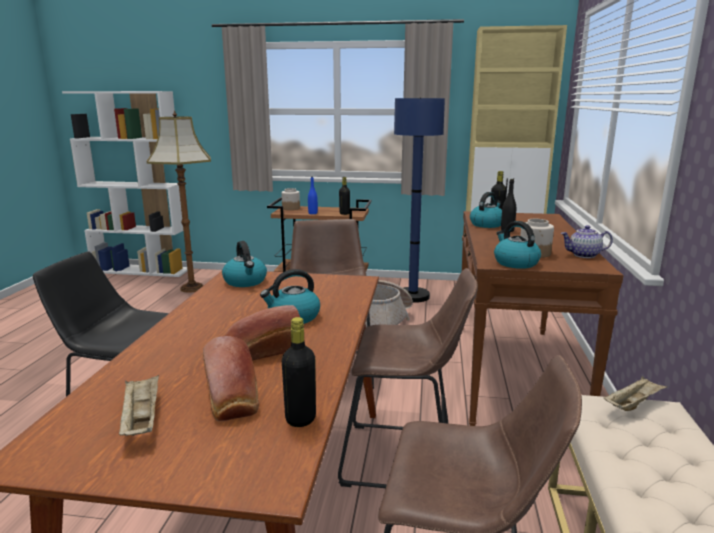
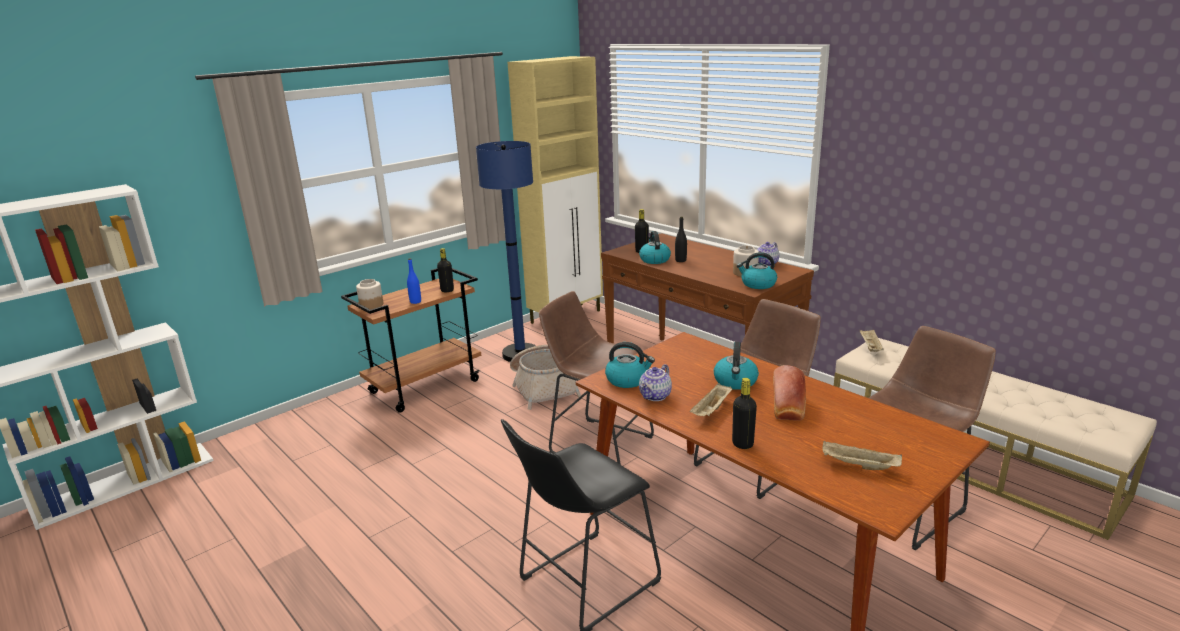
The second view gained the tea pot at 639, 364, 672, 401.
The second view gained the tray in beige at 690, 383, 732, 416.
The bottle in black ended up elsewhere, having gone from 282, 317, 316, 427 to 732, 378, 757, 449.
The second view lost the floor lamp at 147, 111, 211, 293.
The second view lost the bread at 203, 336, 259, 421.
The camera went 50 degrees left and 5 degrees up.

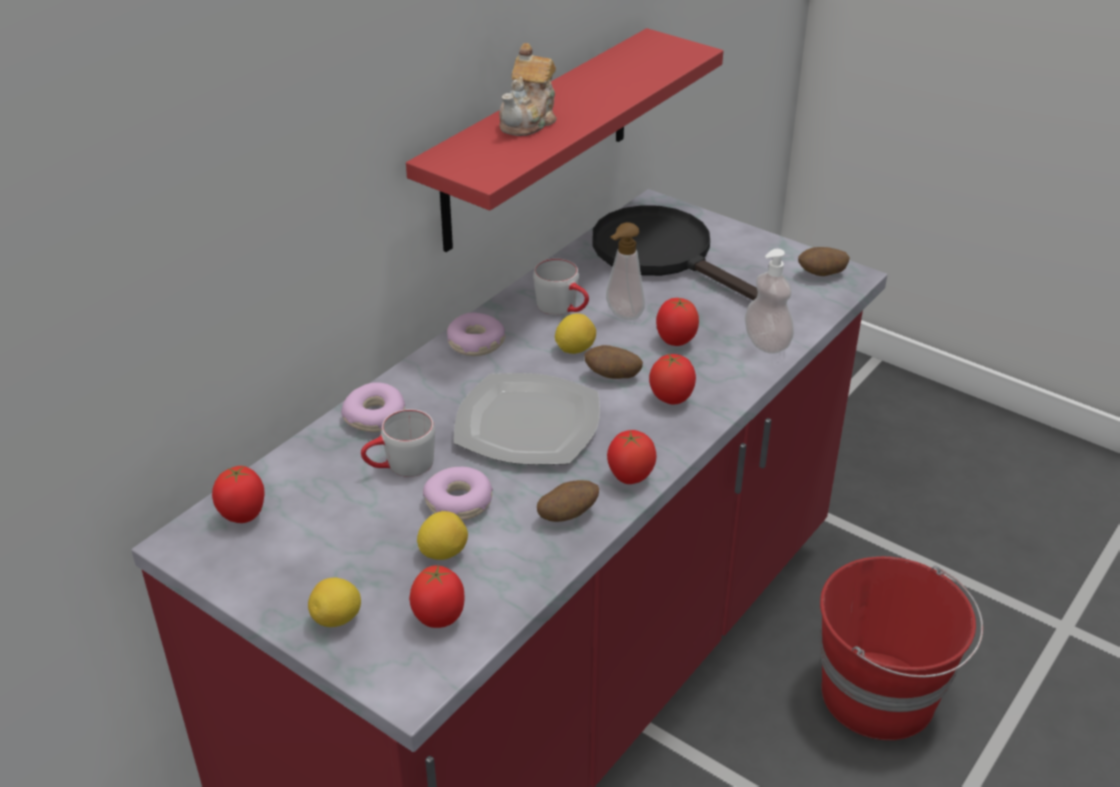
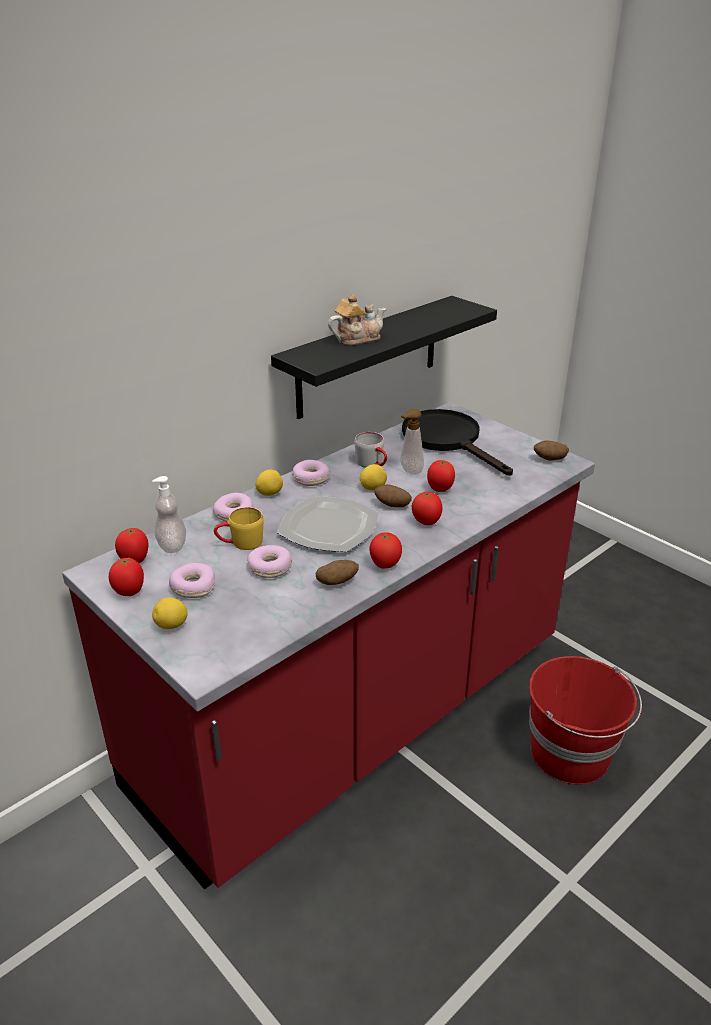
The tomato ended up elsewhere, having gone from 409, 565, 464, 628 to 109, 558, 144, 596.
The soap dispenser ended up elsewhere, having gone from 745, 249, 794, 354 to 152, 476, 186, 553.
The second view gained the ring doughnut at 169, 563, 215, 598.
What was the tea mug in gray at 361, 409, 435, 477 turned into the tea mug in yellow-coloured at 214, 507, 264, 550.
The whole lemon ended up elsewhere, having gone from 417, 511, 468, 560 to 255, 470, 283, 496.
What was the shelf in red at 406, 28, 723, 252 turned into the shelf in black at 271, 296, 497, 419.
The tea pot at 499, 43, 557, 136 ended up facing another way, 150 degrees counterclockwise from before.
The camera went 10 degrees right and 5 degrees down.

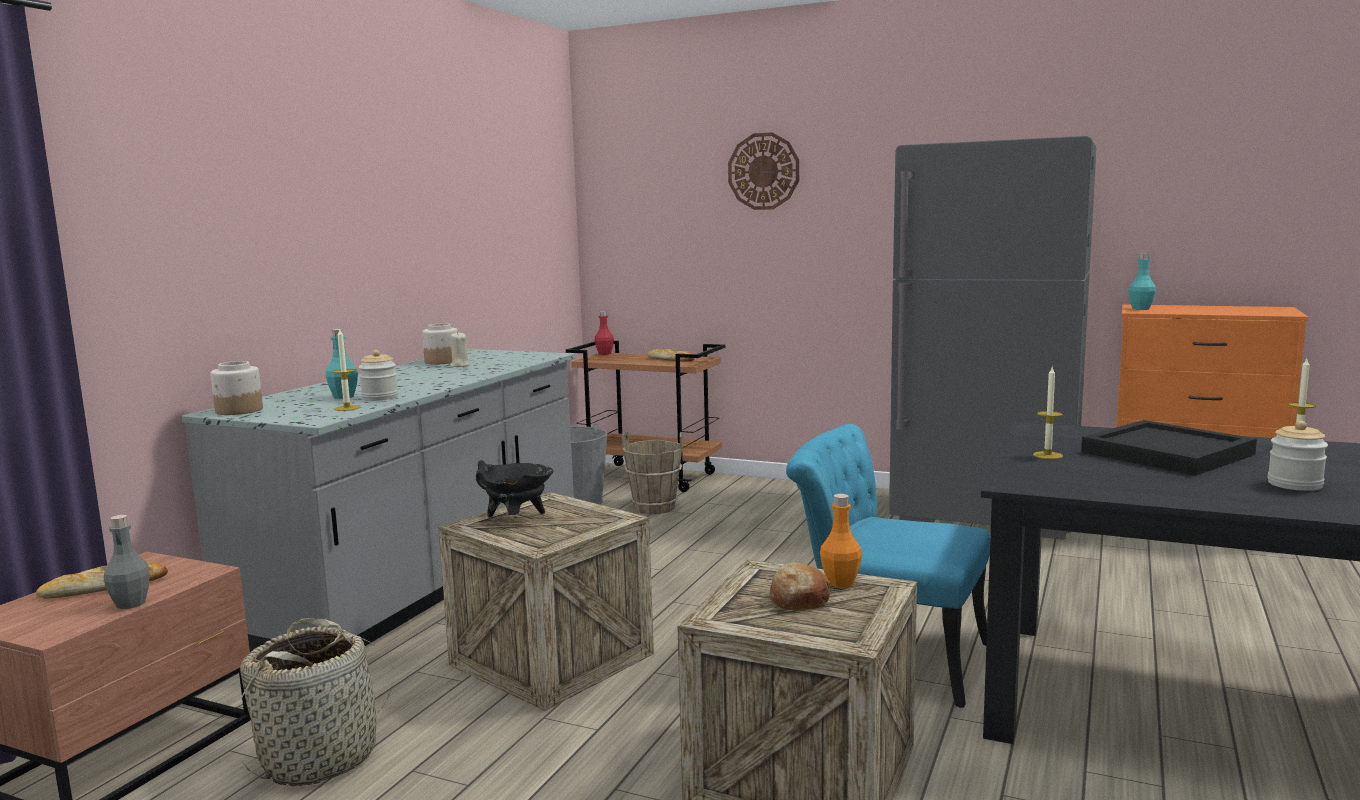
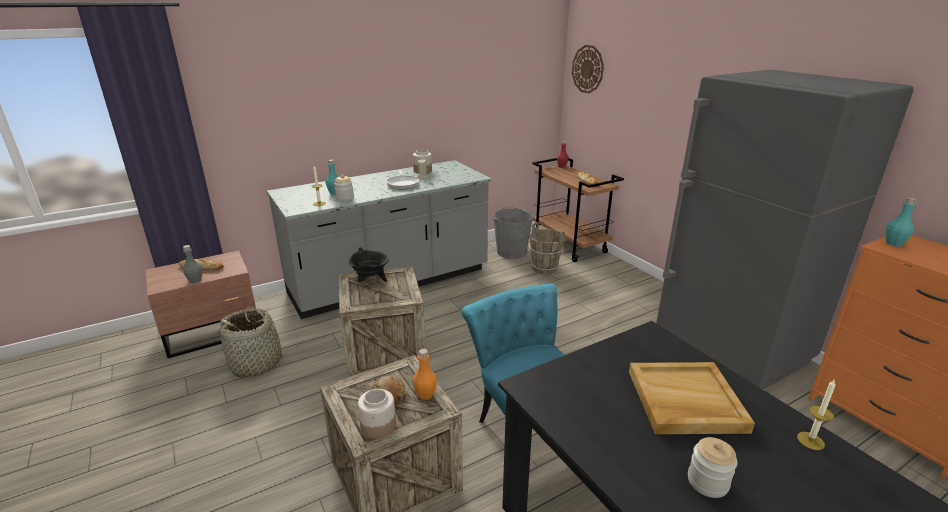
The jar ended up elsewhere, having gone from 210, 361, 263, 415 to 358, 389, 396, 439.
The second view gained the pan at 386, 170, 419, 189.
The clock on the wall ended up elsewhere, having gone from 728, 132, 799, 210 to 572, 45, 604, 94.
What was the tray in black at 1081, 420, 1257, 476 turned into the tray in beige at 629, 362, 755, 434.
The second view lost the wax light at 1033, 367, 1063, 459.
The camera went 35 degrees right and 15 degrees up.

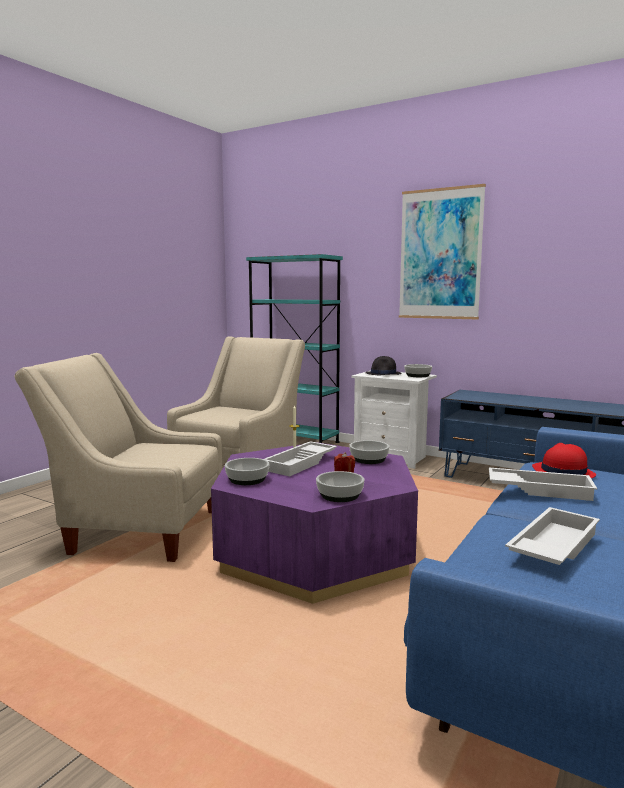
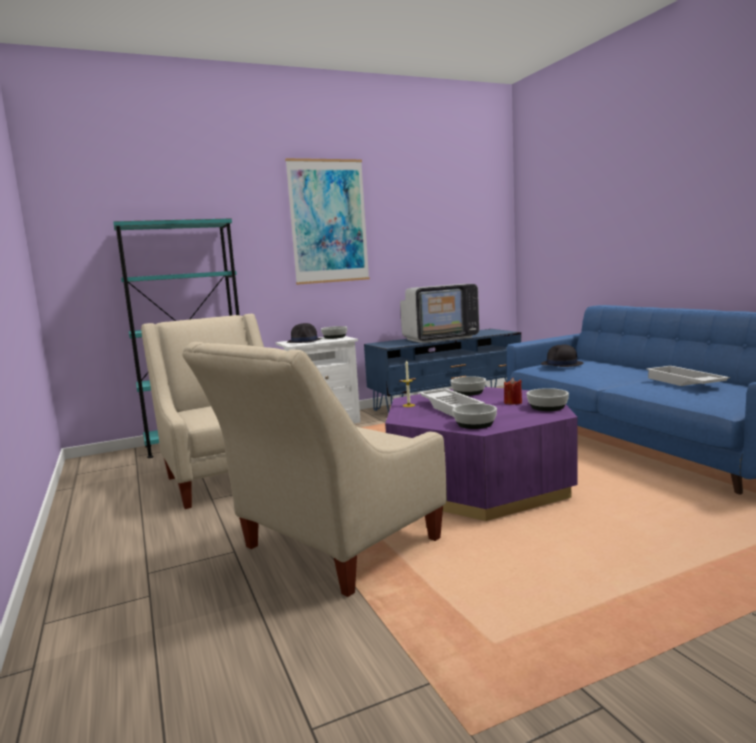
The second view gained the television at 400, 284, 479, 343.
What was the clothing hat in red at 532, 443, 596, 478 turned into the clothing hat in black at 541, 344, 583, 367.
The second view lost the tray in white at 489, 468, 597, 501.
The camera went 55 degrees left and 0 degrees up.

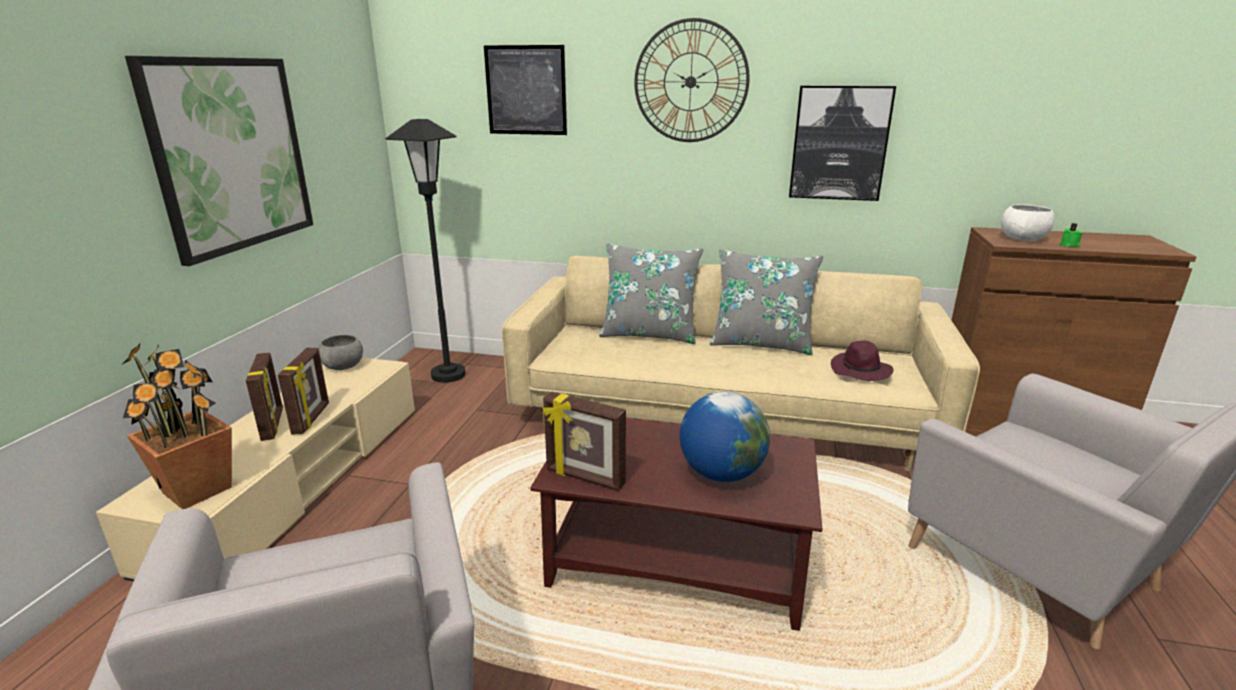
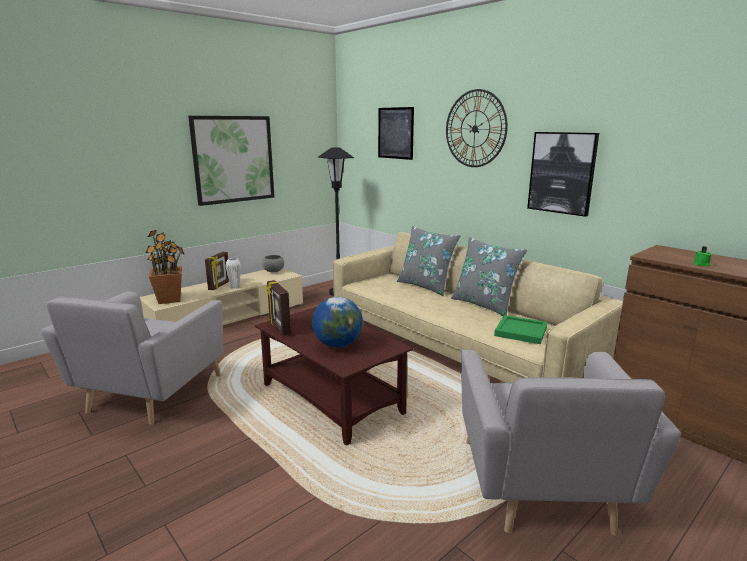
Where the standing frame stood at 278, 348, 329, 434, the flower vase in white came to stand at 226, 258, 241, 289.
Where the clothing hat in purple-coloured stood at 831, 341, 893, 381, the tray in green came to stand at 494, 315, 548, 344.
The second view lost the bowl in white at 1001, 204, 1055, 241.
The camera went 35 degrees right and 5 degrees down.

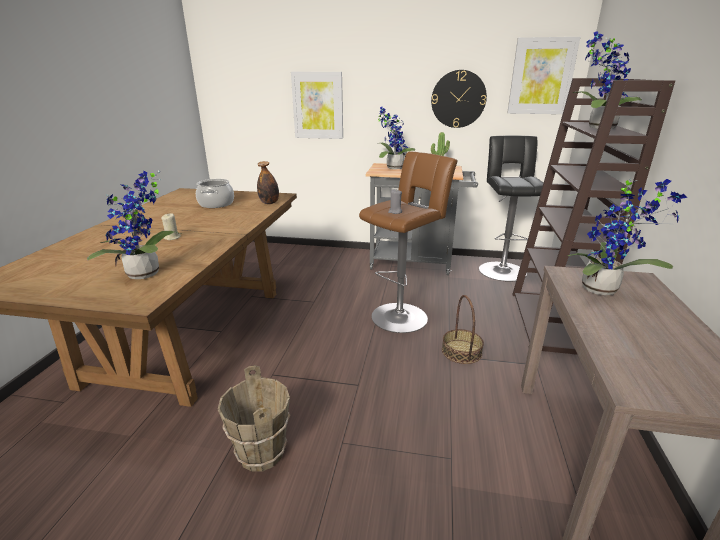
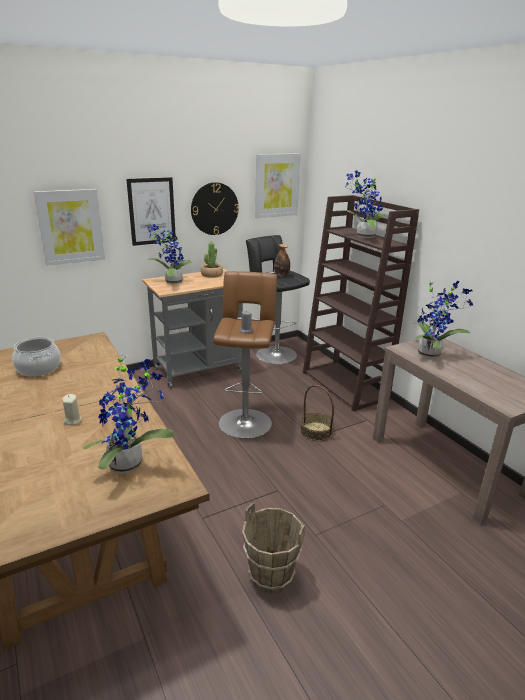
The second view gained the wall art at 126, 177, 176, 246.
The bottle ended up elsewhere, having gone from 257, 161, 279, 204 to 274, 244, 290, 277.
The camera went 40 degrees left and 0 degrees up.

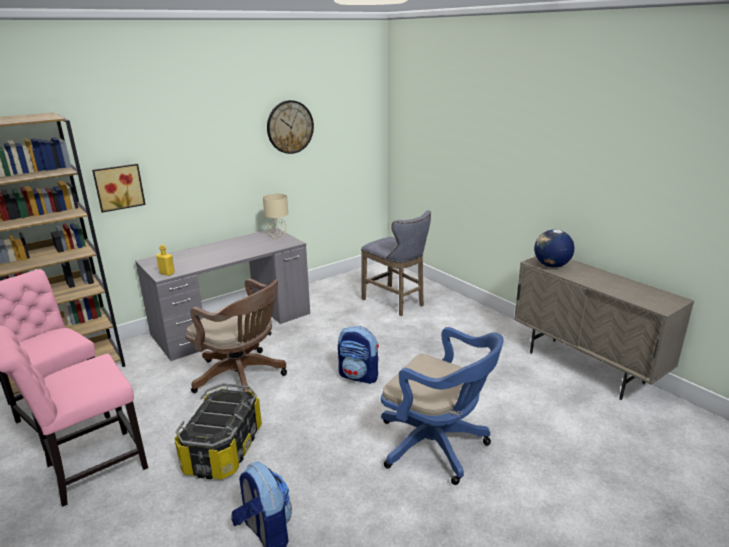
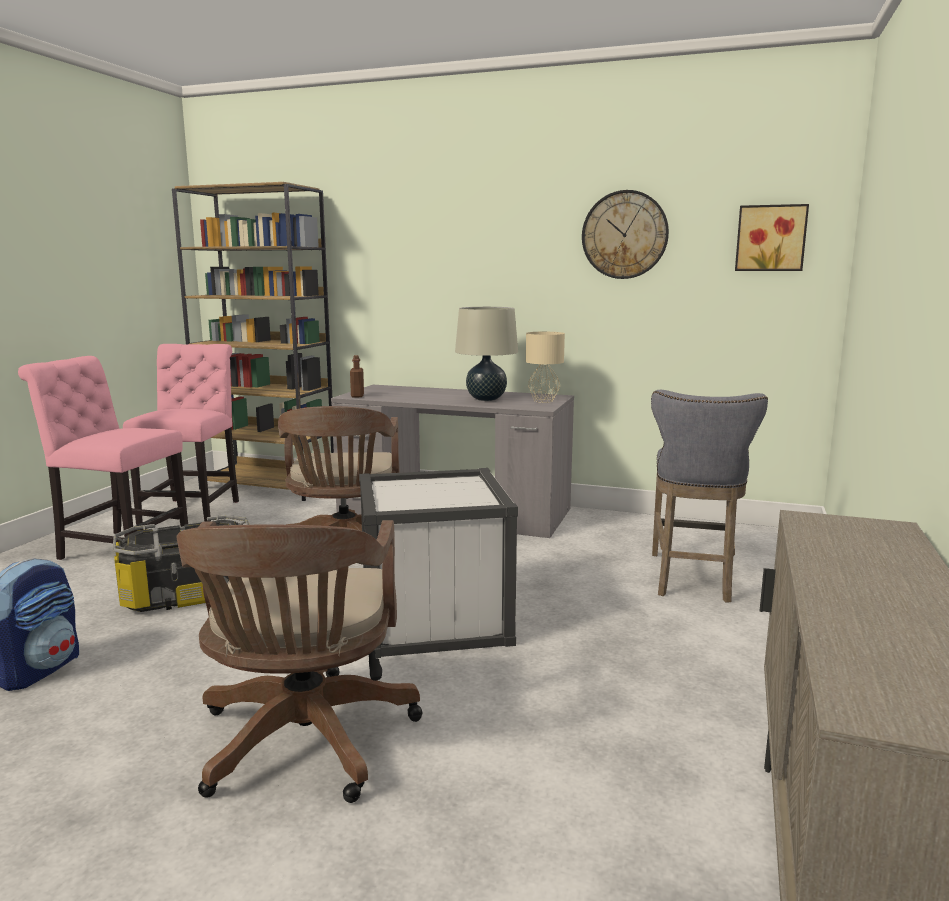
What was the desk chair in blue at 381, 327, 504, 485 turned into the desk chair in brownish at 177, 520, 423, 803.
What was the bottle in yellow-coloured at 156, 245, 175, 276 turned into the bottle in brownish at 350, 355, 364, 397.
Where the knapsack stood at 338, 326, 379, 384, the storage box in white came to stand at 359, 468, 518, 658.
The second view gained the tabletop lamp in beige at 455, 307, 518, 401.
The wall art ended up elsewhere, having gone from 92, 164, 146, 213 to 735, 204, 809, 271.
The second view lost the globe at 534, 230, 574, 268.
The camera went 55 degrees right and 10 degrees down.

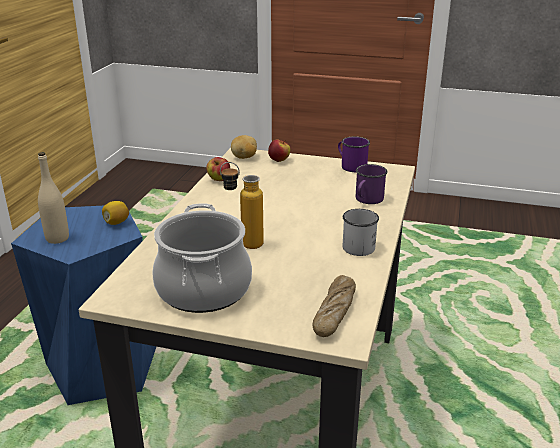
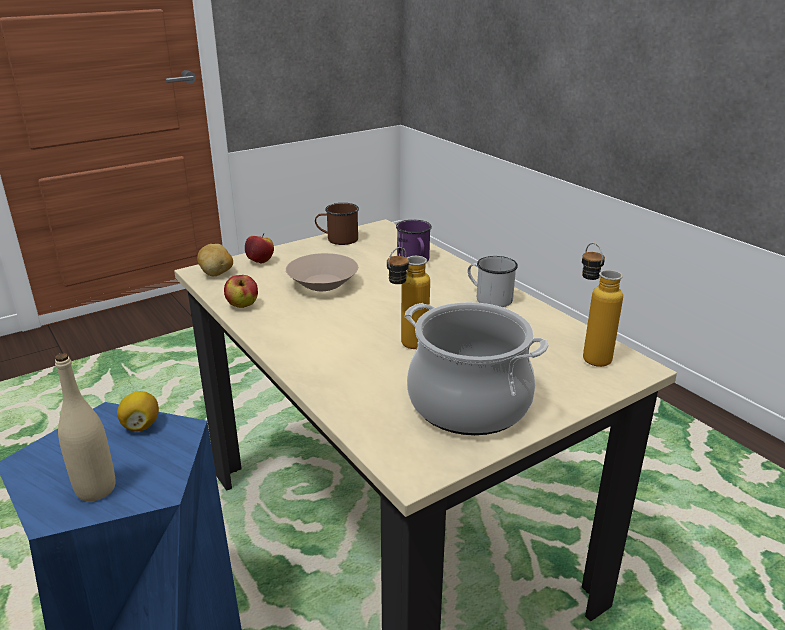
The second view gained the bowl in beige at 286, 253, 358, 291.
What was the tea mug in purple-coloured at 338, 137, 370, 172 turned into the tea mug in brownish at 315, 203, 359, 245.
Where the bread stood at 312, 275, 356, 337, the bottle came to stand at 582, 243, 623, 367.
The camera went 50 degrees left and 0 degrees up.

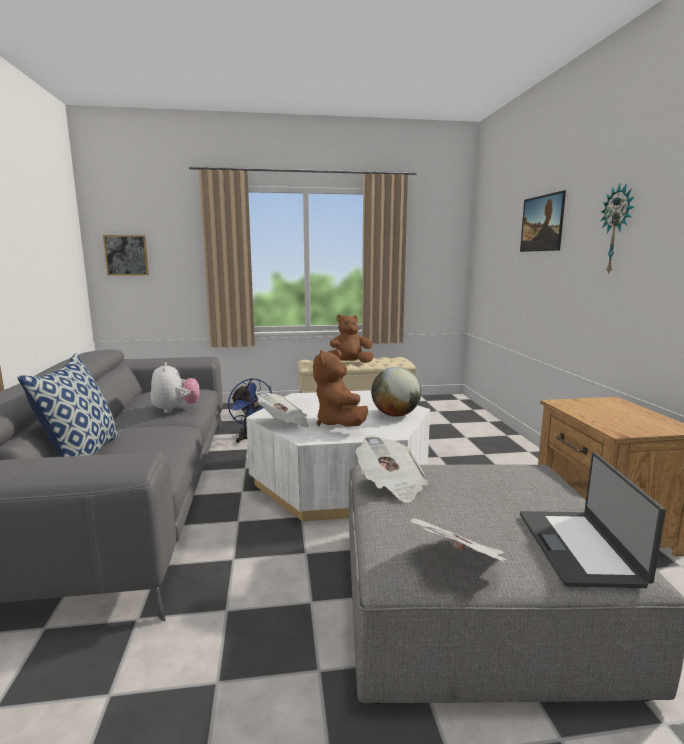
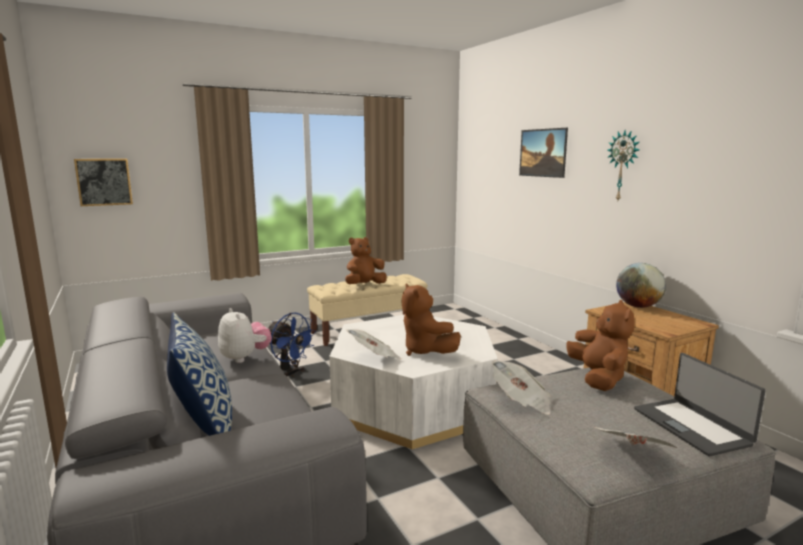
The second view gained the soft toy in brownish at 566, 300, 635, 391.
The globe ended up elsewhere, having gone from 371, 367, 421, 417 to 616, 263, 666, 308.
The camera went 20 degrees left and 0 degrees up.

